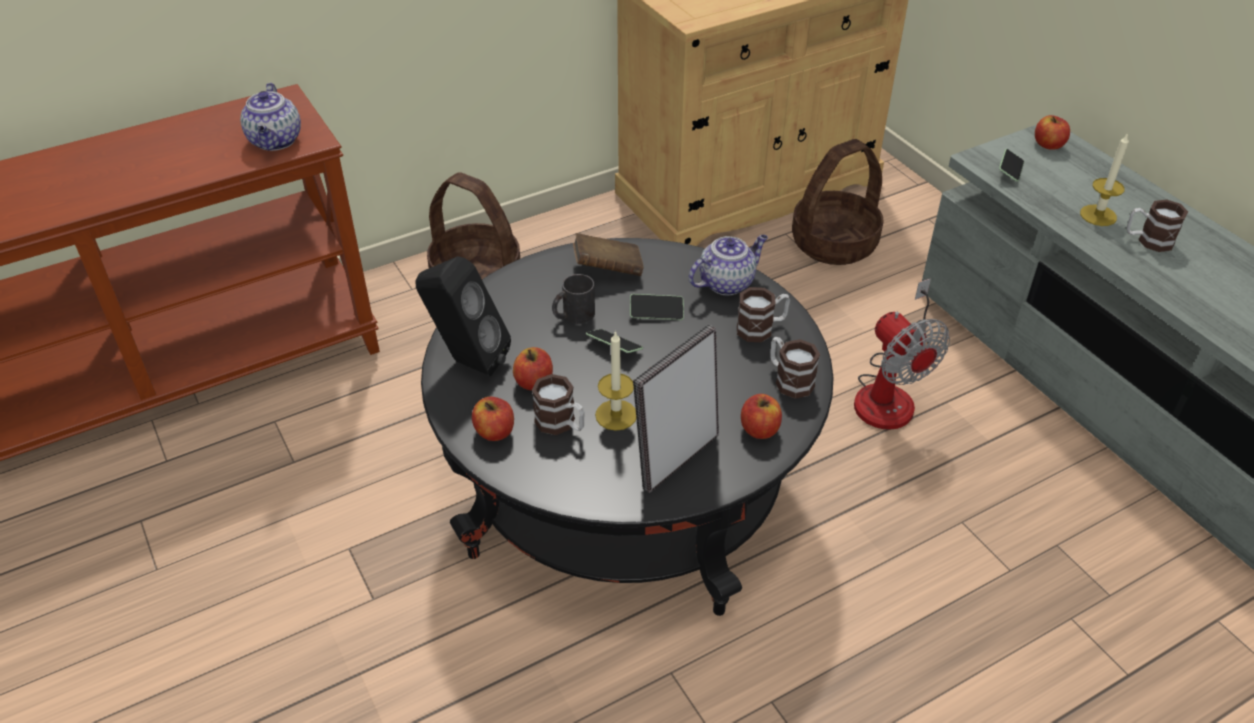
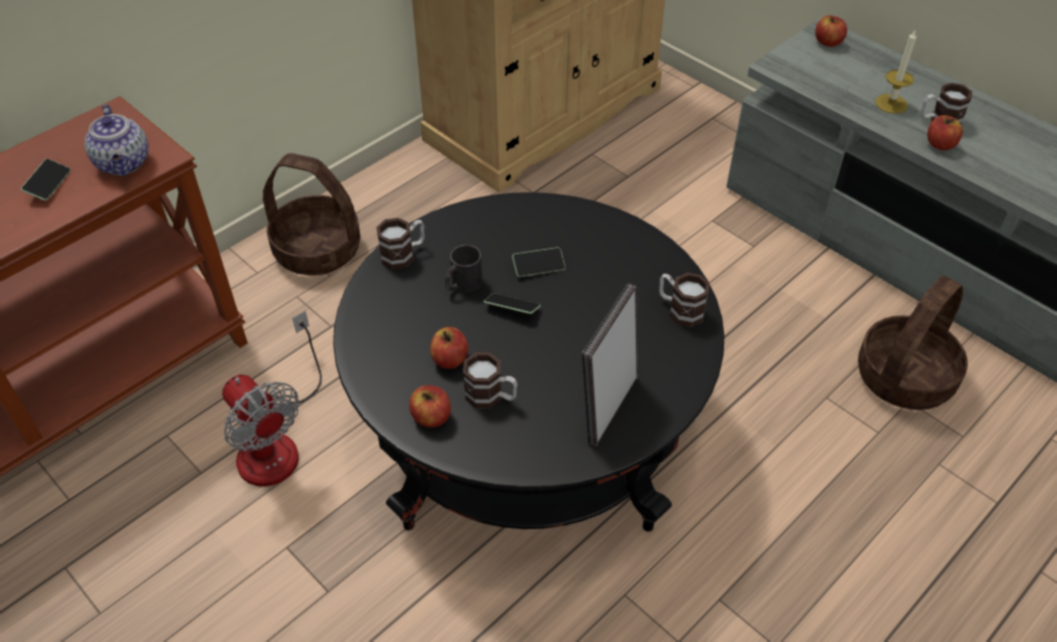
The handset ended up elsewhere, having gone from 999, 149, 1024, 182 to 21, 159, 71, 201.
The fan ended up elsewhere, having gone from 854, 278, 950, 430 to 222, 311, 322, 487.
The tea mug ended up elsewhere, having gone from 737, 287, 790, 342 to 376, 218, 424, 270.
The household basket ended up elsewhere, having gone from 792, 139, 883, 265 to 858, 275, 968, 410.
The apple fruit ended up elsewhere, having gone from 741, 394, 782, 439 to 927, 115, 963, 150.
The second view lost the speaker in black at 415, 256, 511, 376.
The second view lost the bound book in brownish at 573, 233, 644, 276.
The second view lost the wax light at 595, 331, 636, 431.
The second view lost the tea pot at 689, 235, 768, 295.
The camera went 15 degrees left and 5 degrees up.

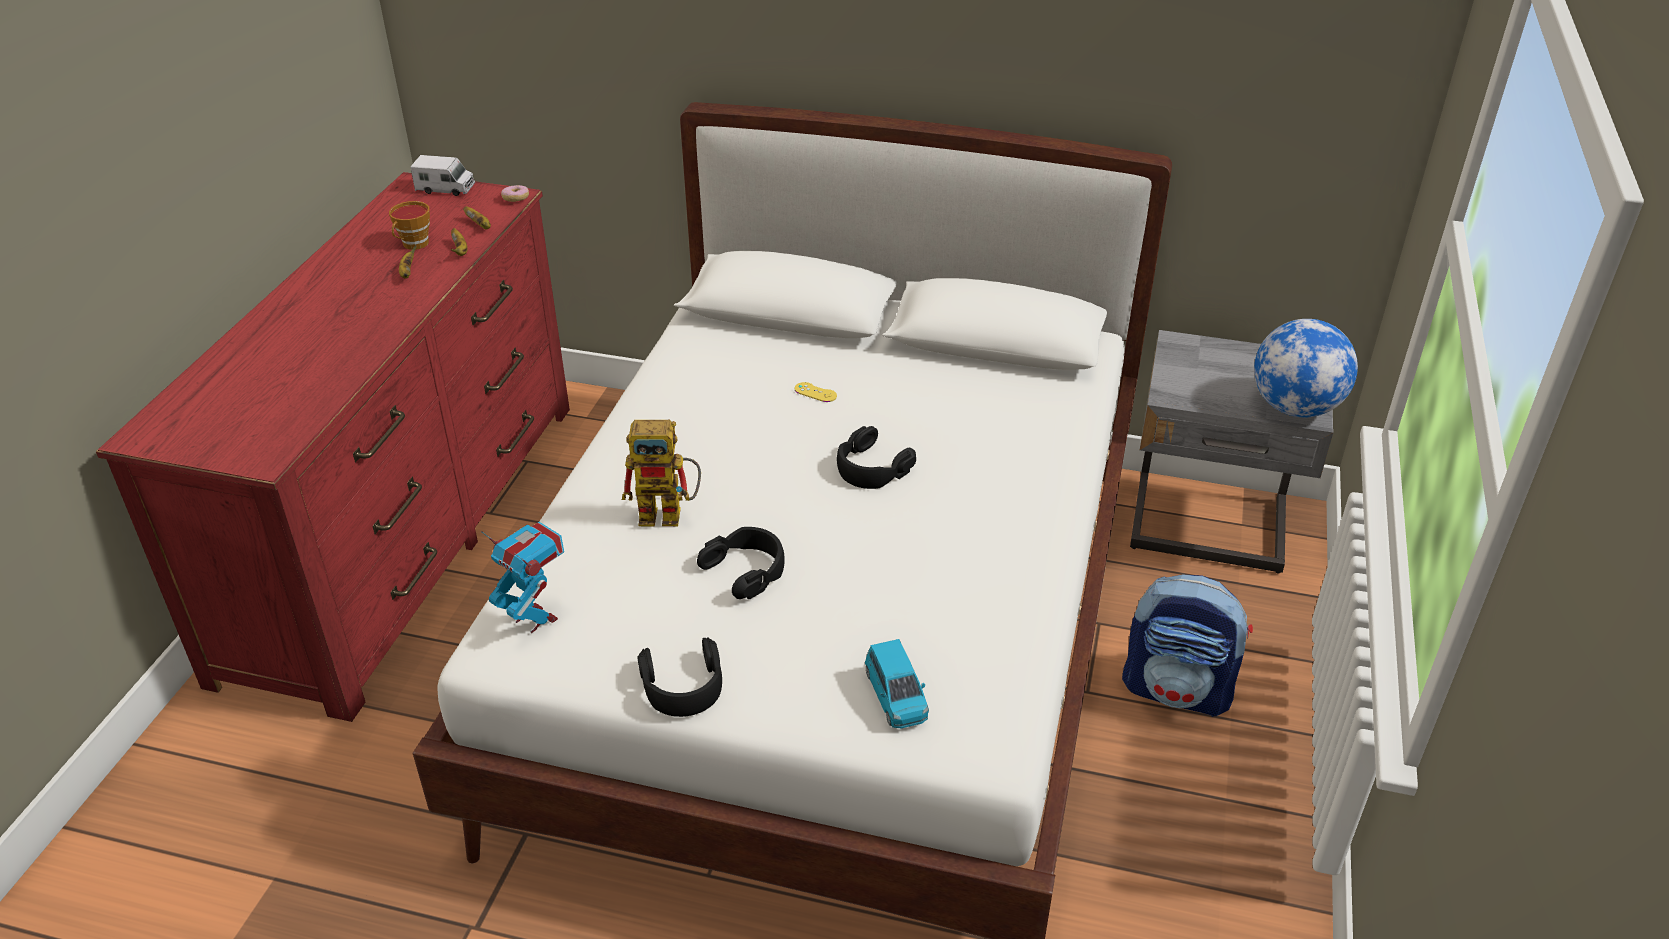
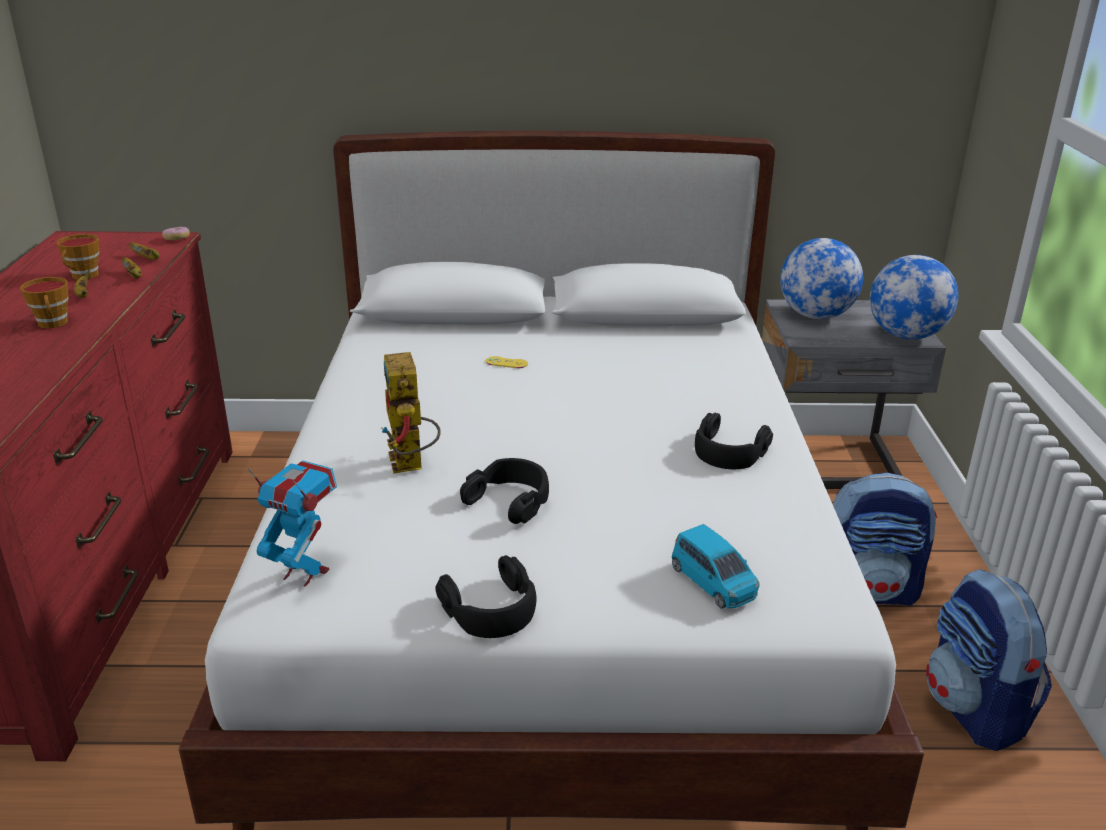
The second view gained the drinking cup at 20, 277, 69, 328.
The robot figure at 622, 420, 701, 526 ended up facing another way, 90 degrees clockwise from before.
The headset in black ended up elsewhere, having gone from 837, 426, 916, 489 to 695, 412, 773, 469.
The second view gained the globe at 780, 238, 863, 319.
The second view gained the knapsack at 926, 569, 1052, 751.
The second view lost the toy lorry at 410, 155, 475, 196.
The camera went 15 degrees left and 10 degrees down.

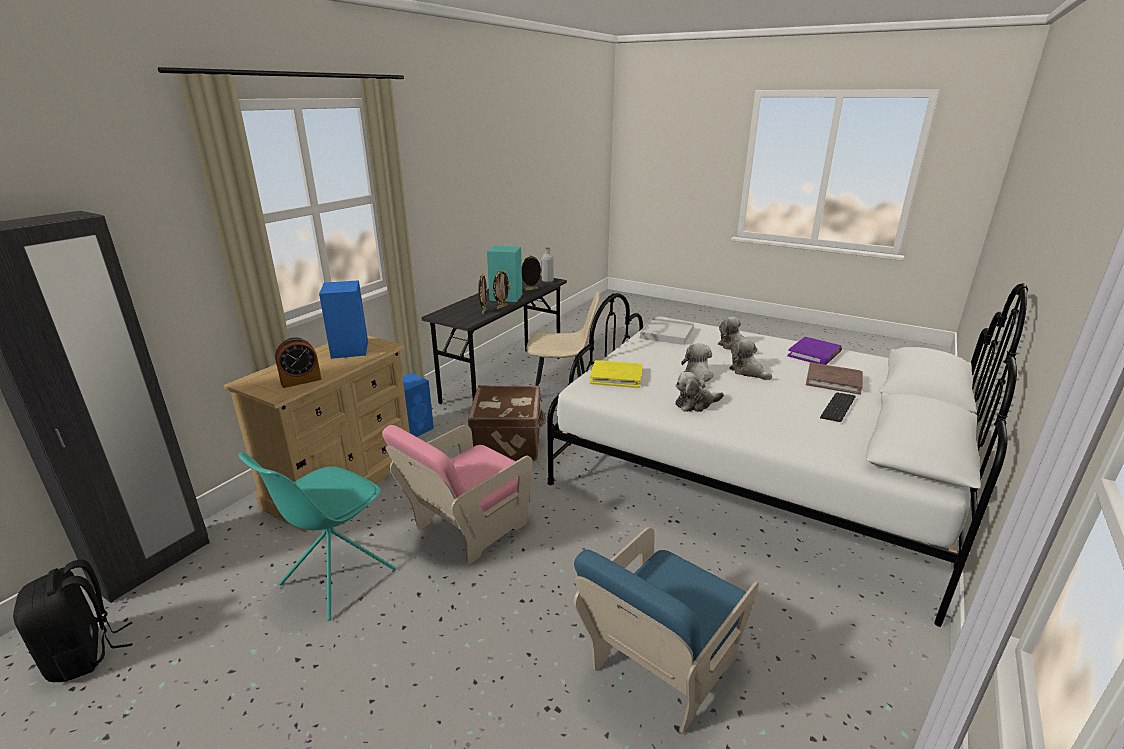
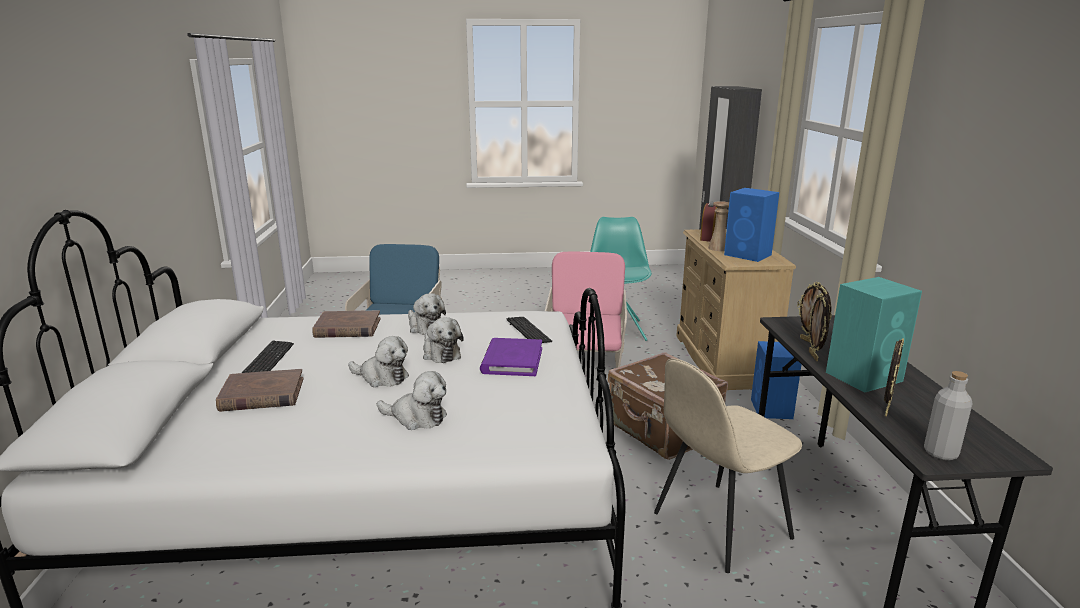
The second view gained the bound book in brownish at 312, 310, 381, 338.
The soft toy at 675, 372, 724, 412 ended up facing another way, 105 degrees clockwise from before.
The bound book in purple-coloured ended up elsewhere, having gone from 787, 337, 842, 365 to 480, 338, 542, 376.
Where the bound book in yellow-coloured stood at 590, 360, 643, 388, the PC keyboard came to stand at 506, 317, 552, 343.
The second view gained the flower vase in beige at 708, 201, 729, 251.
The second view lost the knapsack in black at 13, 559, 133, 682.
The second view lost the tray in white at 640, 318, 694, 345.
The camera went 145 degrees right and 5 degrees down.

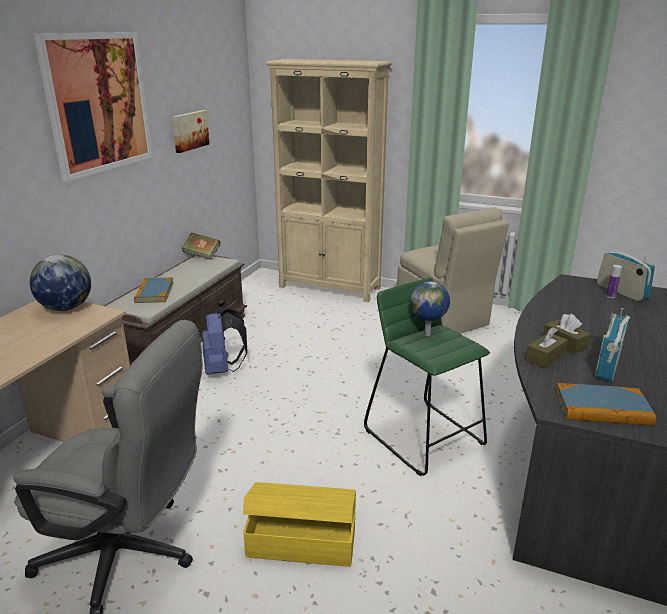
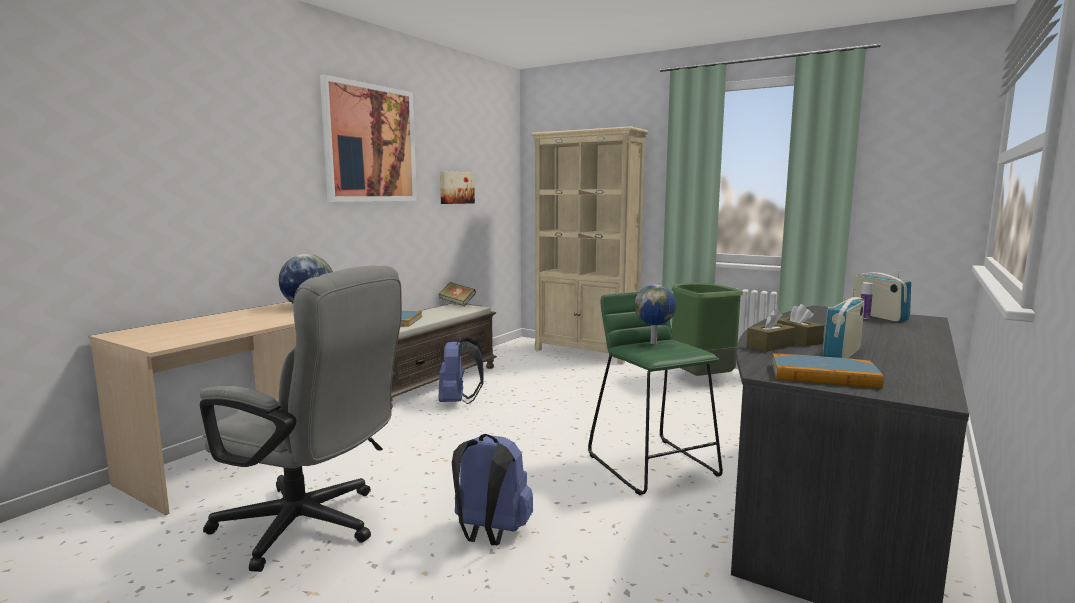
Where the storage box in yellow-coloured stood at 243, 482, 356, 567, the knapsack in blue came to stand at 452, 434, 533, 545.
Where the upright chair in beige stood at 397, 208, 509, 334, the waste bin in green came to stand at 672, 283, 743, 376.
The camera went 10 degrees right and 15 degrees down.

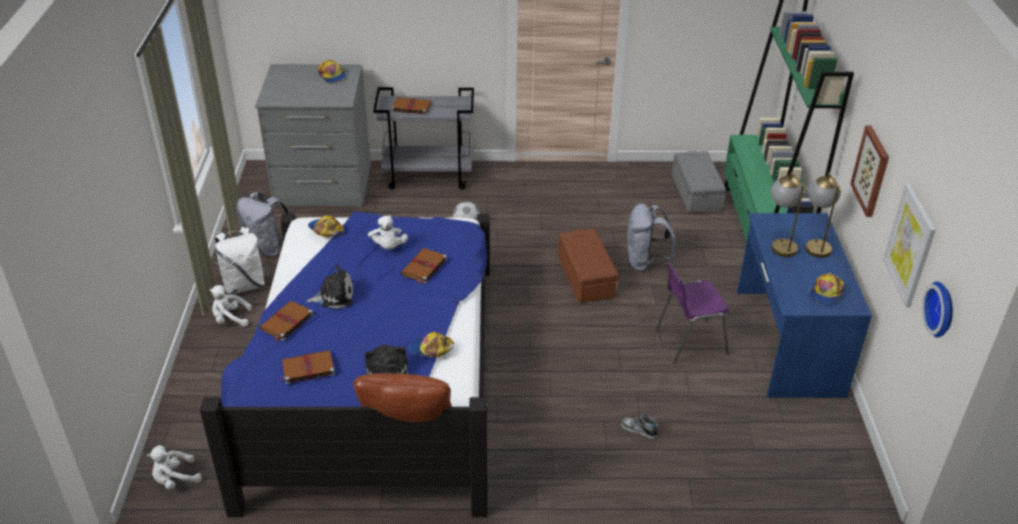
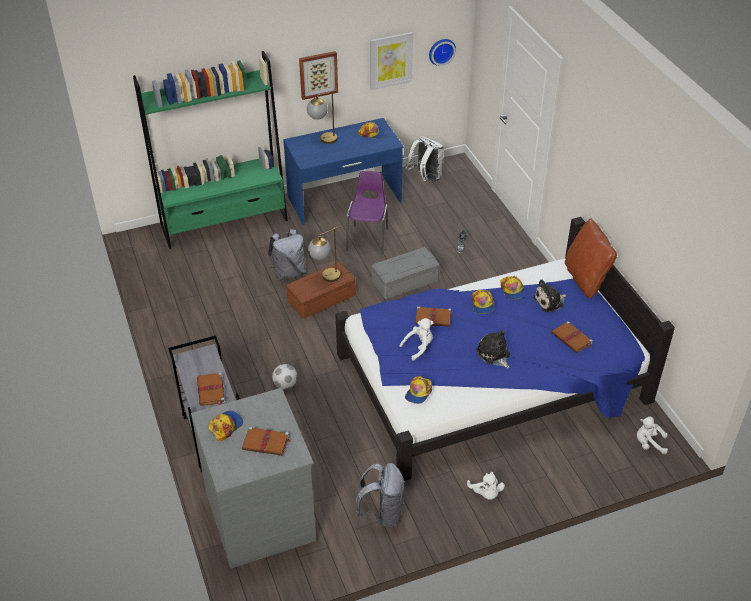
The bound book in brownish ended up elsewhere, having gone from 259, 301, 313, 341 to 242, 427, 291, 456.
The tabletop lamp ended up elsewhere, having gone from 771, 172, 808, 257 to 308, 227, 340, 282.
The upright chair in purple-coloured at 655, 262, 729, 364 ended up facing another way, 135 degrees counterclockwise from before.
The storage box in gray ended up elsewhere, having gone from 672, 151, 726, 213 to 372, 247, 439, 299.
The knapsack in white ended up elsewhere, having gone from 215, 227, 265, 295 to 405, 136, 444, 181.
The second view gained the cap at 472, 290, 494, 314.
The soft toy in white at 147, 445, 202, 490 ended up facing another way, 150 degrees clockwise from before.
The camera went 110 degrees left and 5 degrees up.

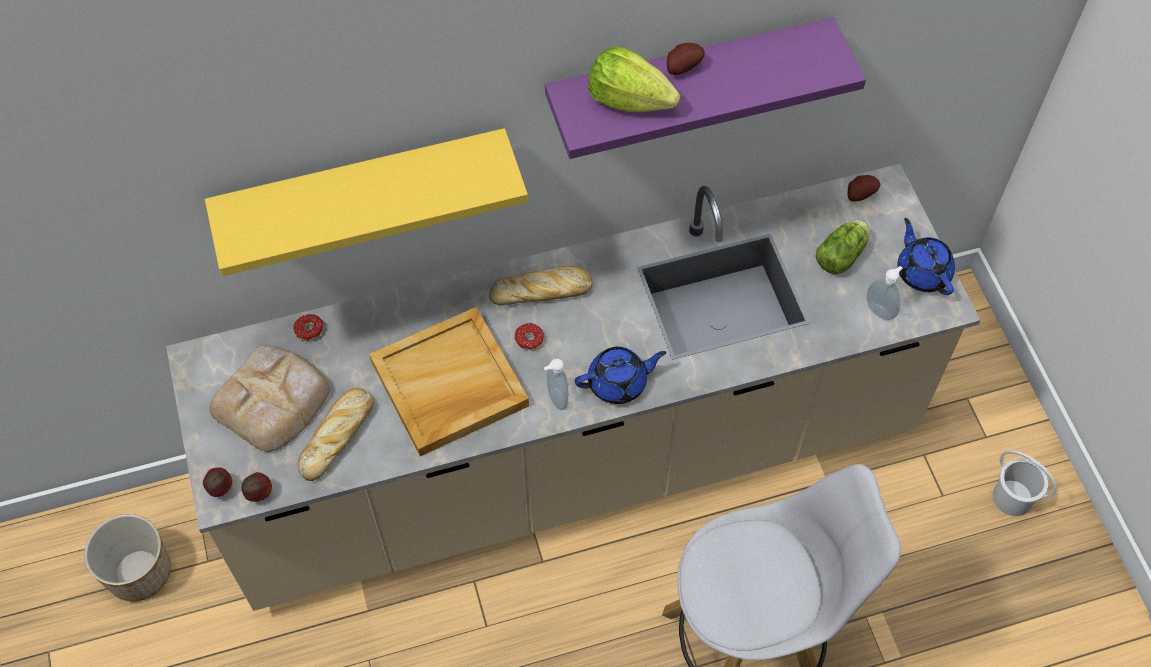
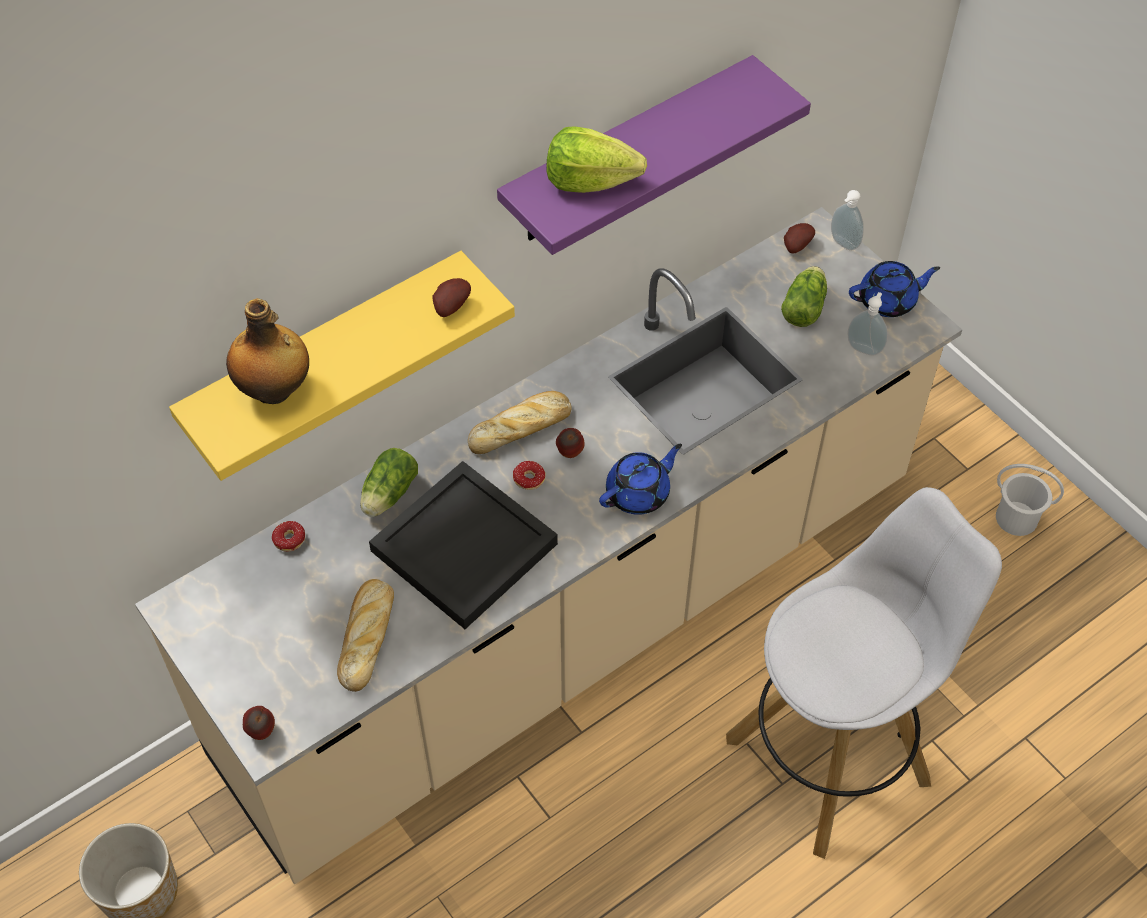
The second view gained the bottle at 226, 298, 309, 404.
The second view gained the lettuce head at 360, 448, 418, 517.
What was the tray in beige at 369, 307, 529, 456 turned into the tray in black at 369, 461, 558, 629.
The whole potato ended up elsewhere, having gone from 667, 43, 705, 75 to 432, 278, 471, 317.
The apple fruit ended up elsewhere, having gone from 242, 472, 272, 502 to 556, 428, 585, 458.
The soap dispenser ended up elsewhere, having gone from 544, 358, 569, 410 to 831, 190, 864, 251.
The tea pot in blue at 897, 218, 955, 295 ended up facing another way, 120 degrees clockwise from before.
The second view lost the bread at 209, 345, 330, 452.
The camera went 20 degrees left and 5 degrees down.

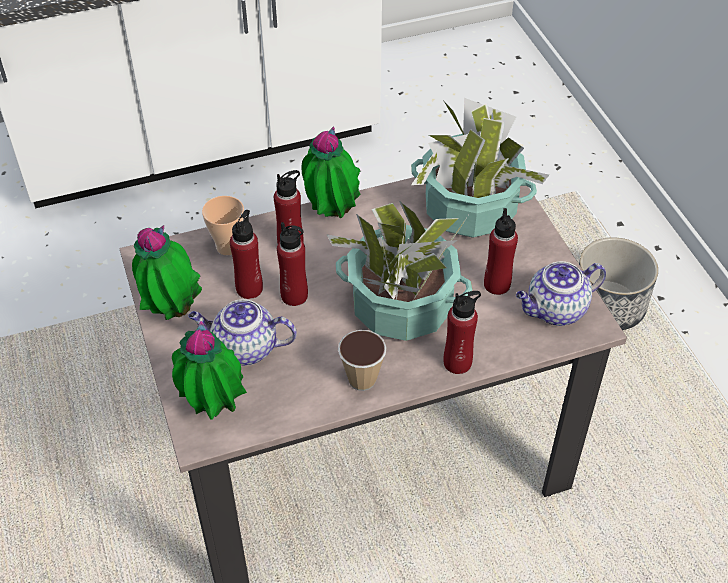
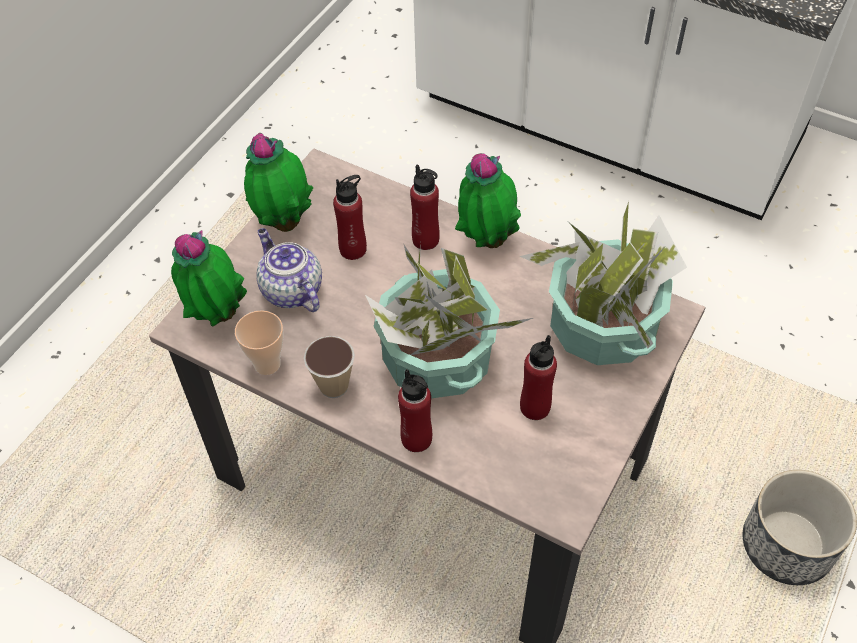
The drinking cup ended up elsewhere, having gone from 202, 196, 244, 255 to 235, 310, 283, 375.
The second view lost the bottle in red at 277, 222, 308, 306.
The second view lost the tea pot at 516, 261, 606, 326.
The camera went 50 degrees right and 5 degrees up.

